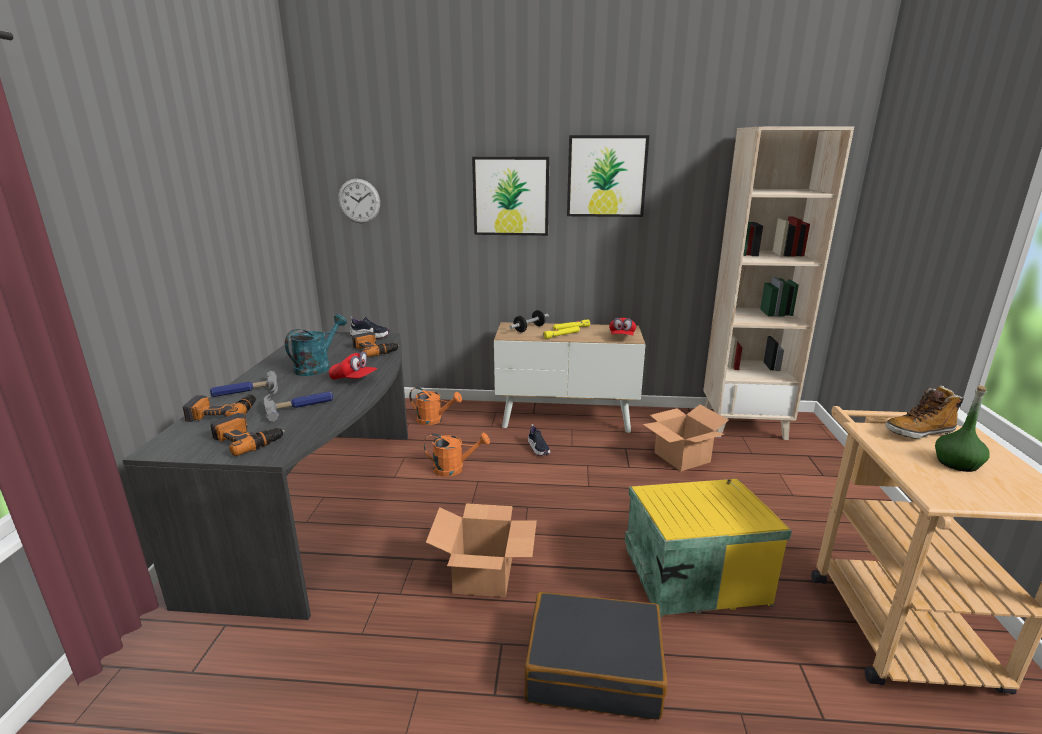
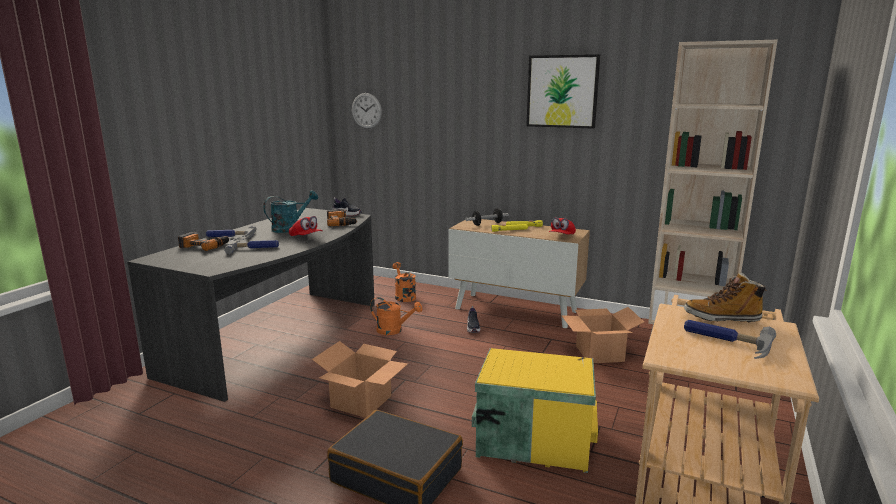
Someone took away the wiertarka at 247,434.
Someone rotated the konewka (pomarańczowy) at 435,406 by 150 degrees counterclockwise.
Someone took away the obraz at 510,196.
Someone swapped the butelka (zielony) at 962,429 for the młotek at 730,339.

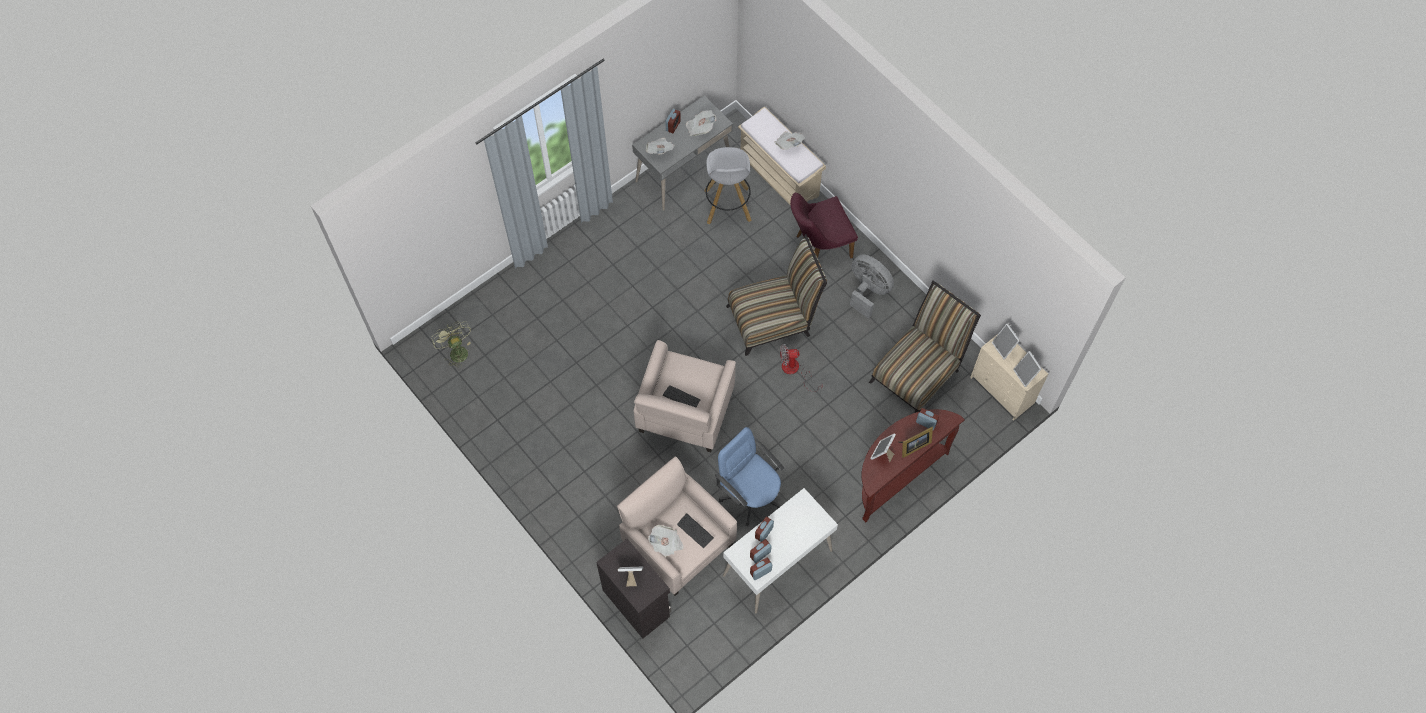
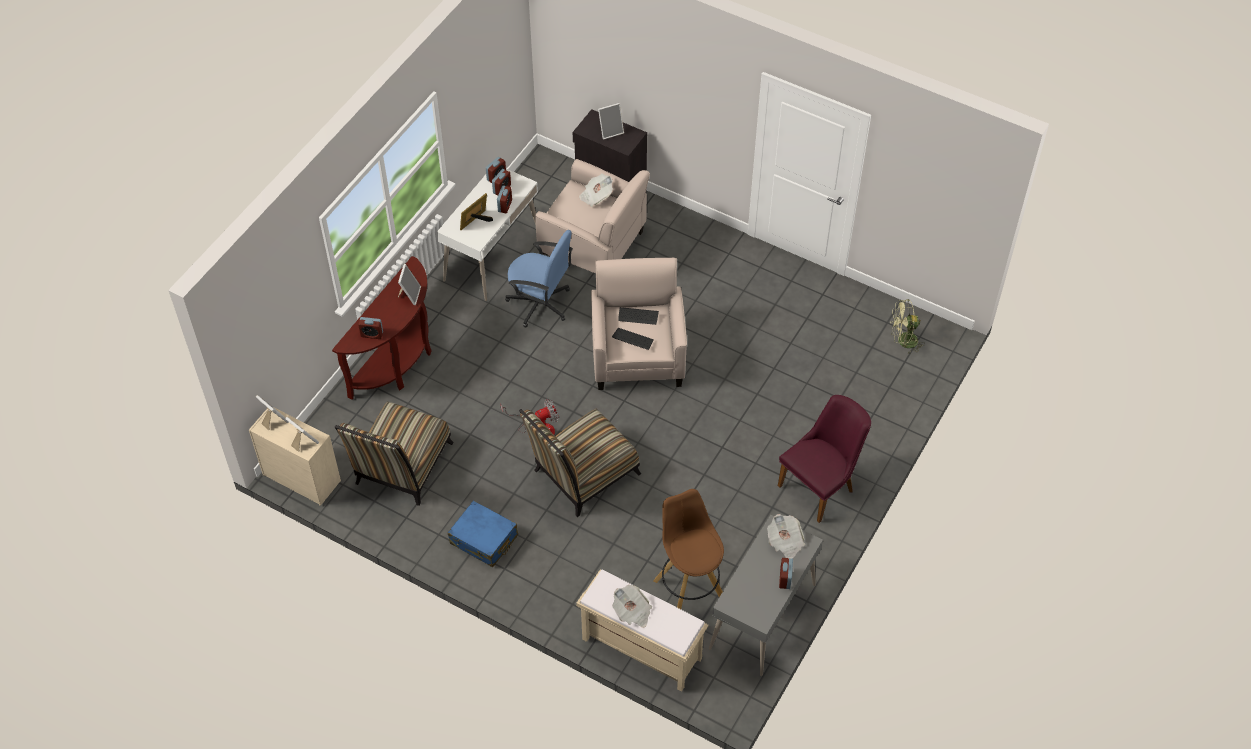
Someone rotated the wentylator (zielony) at 451,344 by 135 degrees clockwise.
Someone carried the klawiatura from 695,530 to 633,339.
Someone took away the gazeta at 701,123.
Someone repainted the stołek (biały) at 728,185, which became the stołek (brązowy) at 688,549.
Someone carried the krzesło (fioletowy) from 824,225 to 824,459.
Someone swapped the wentylator (szary) at 872,286 for the walizka (niebieski) at 483,534.
Someone carried the ramka na zdjęcie from 915,442 to 476,211.

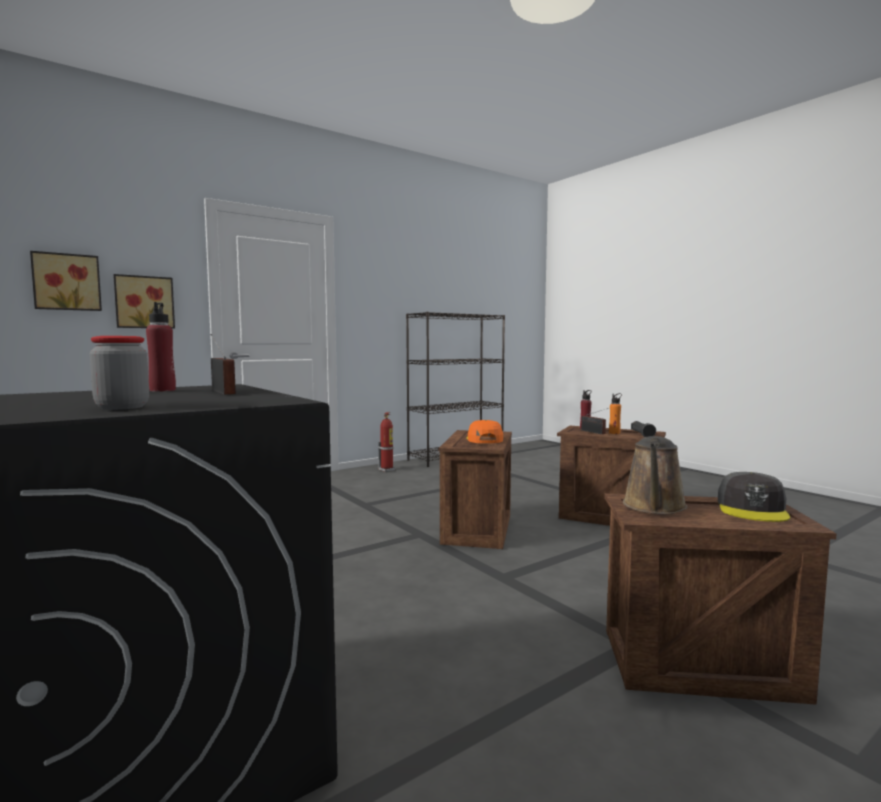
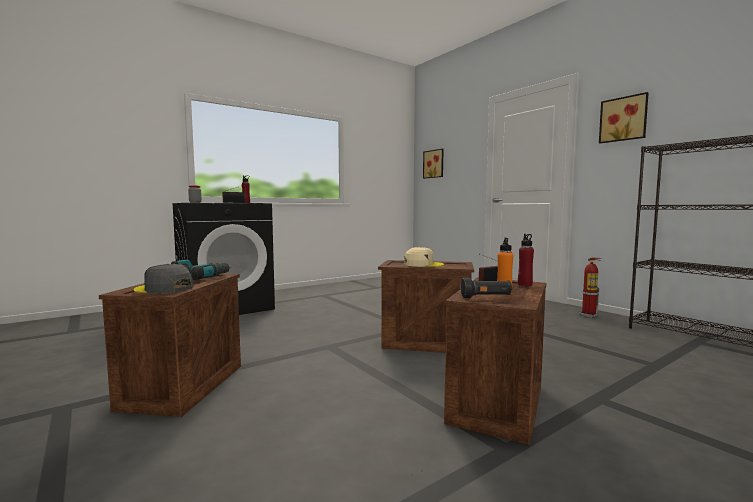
Someone carried the obraz from 144,301 to 624,117.
Someone repainted the czapka z daszkiem (pomarańczowy) at 484,431, which became the czapka z daszkiem (beżowy) at 424,257.
Someone swapped the konewka (brązowy) at 655,475 for the wiertarka at 201,270.

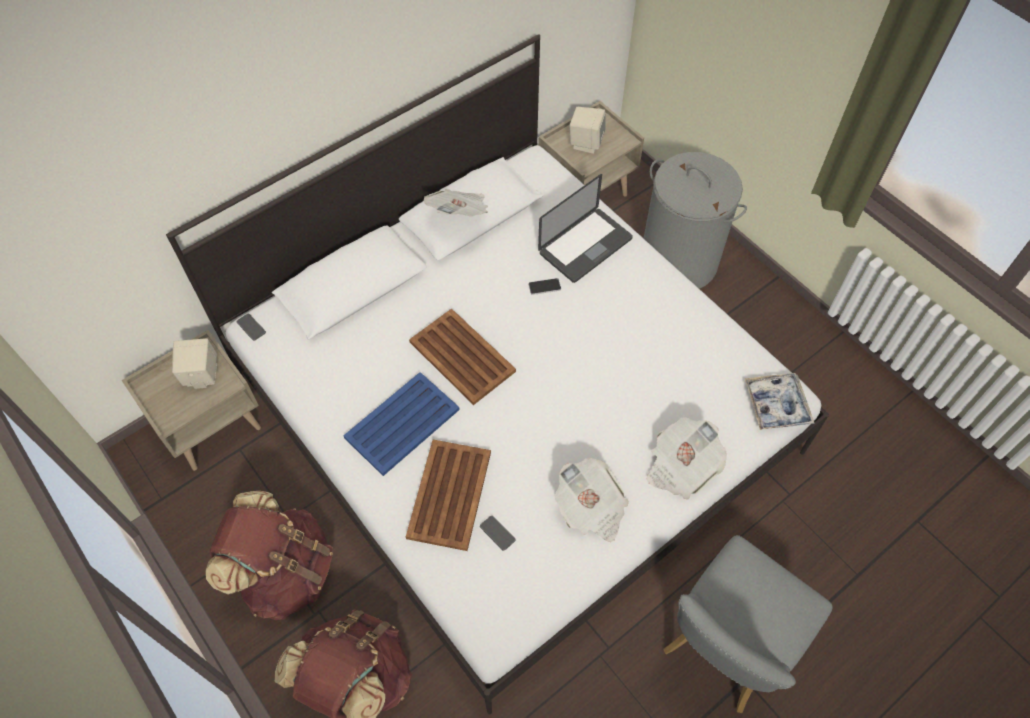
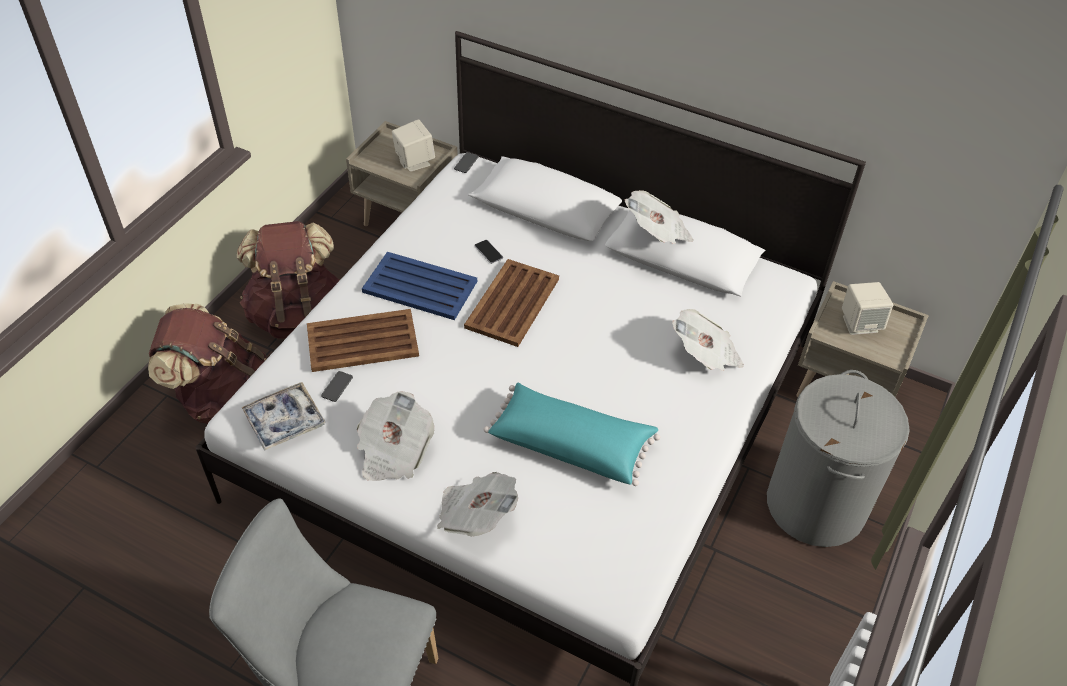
Someone carried the telefon from 545,286 to 488,252.
Someone swapped the laptop at 585,228 for the gazeta at 708,340.
Someone carried the taca from 779,401 to 283,416.
Someone put down the poduszka (turkusowy) at 572,434.

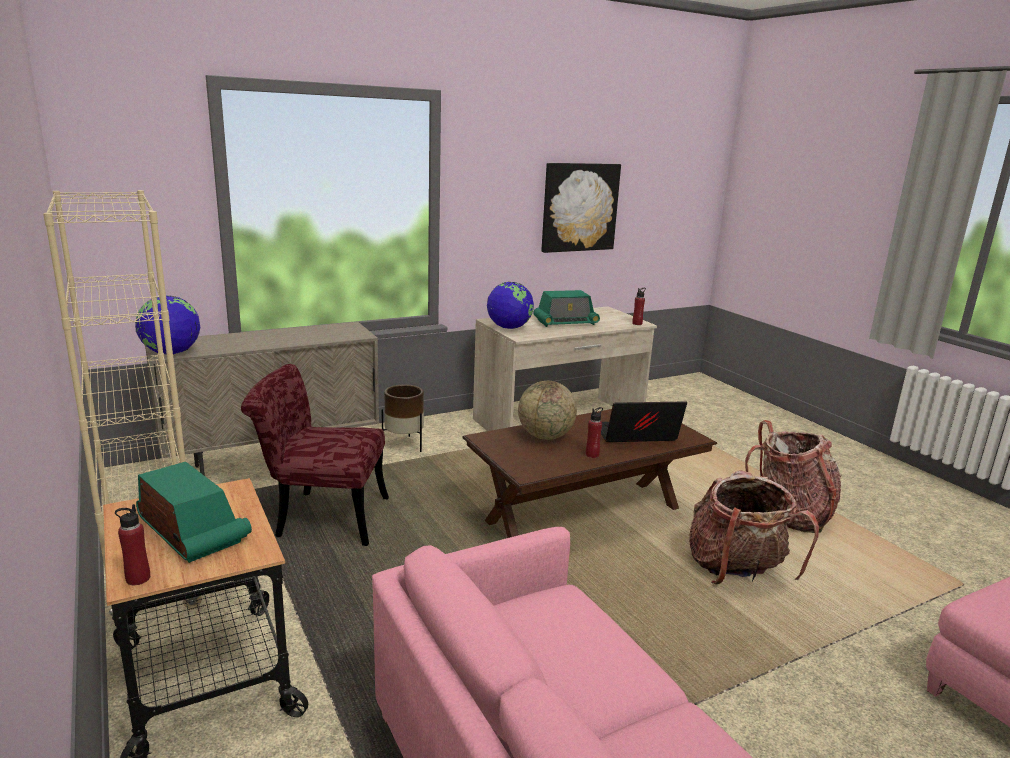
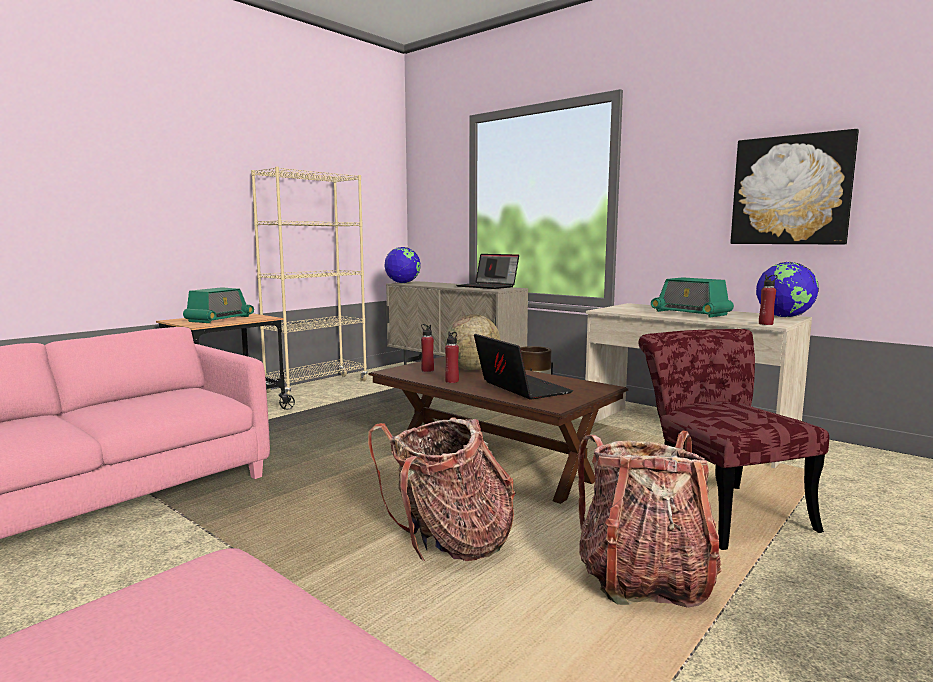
Someone carried the butelka (czerwony) from 132,544 to 427,348.
Someone carried the krzesło (czerwony) from 315,455 to 734,439.
Someone carried the globus from 510,305 to 787,289.
Someone put down the laptop at 487,271.

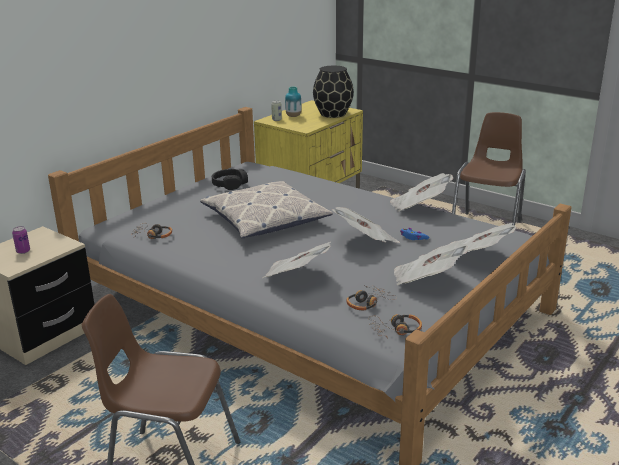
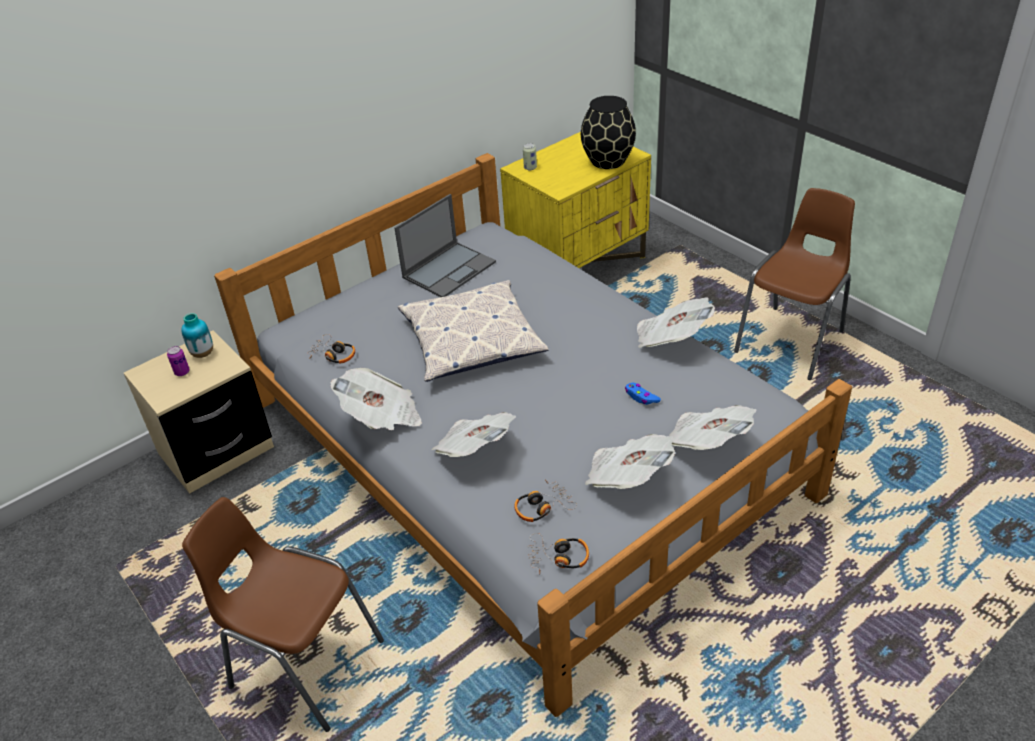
Someone swapped the słuchawki (czarny) at 230,179 for the laptop at 445,245.
Someone carried the wazon from 293,102 to 197,335.
Someone carried the gazeta from 365,225 to 376,399.

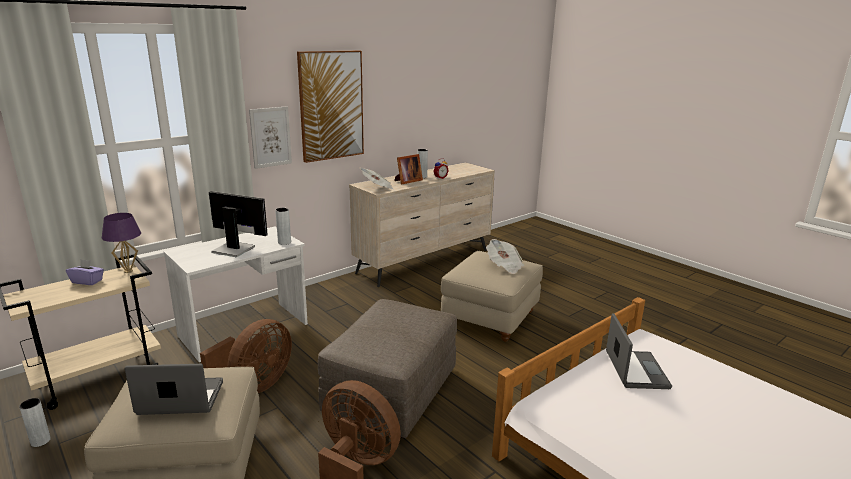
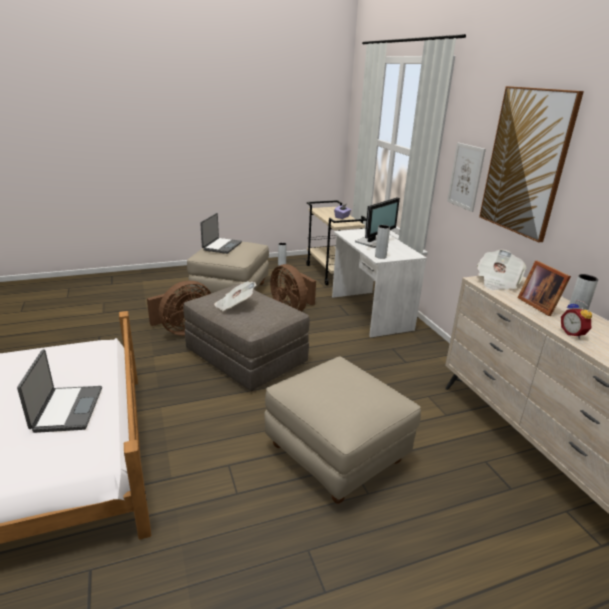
Someone took away the lampa stołowa (fioletowy) at 121,243.
Someone carried the gazeta from 505,256 to 235,296.
Someone rotated the laptop at 639,351 by 120 degrees counterclockwise.

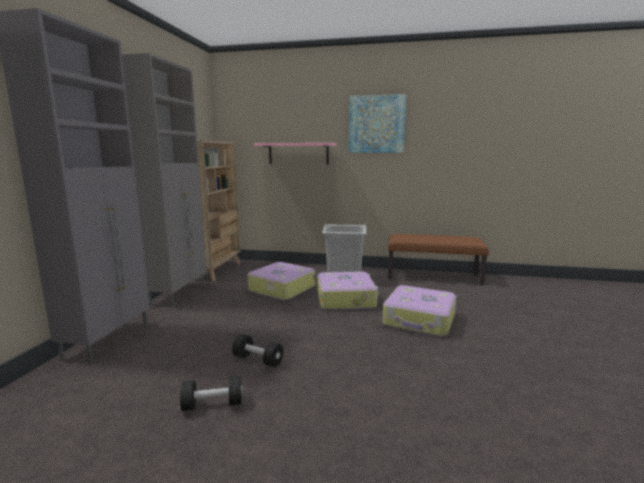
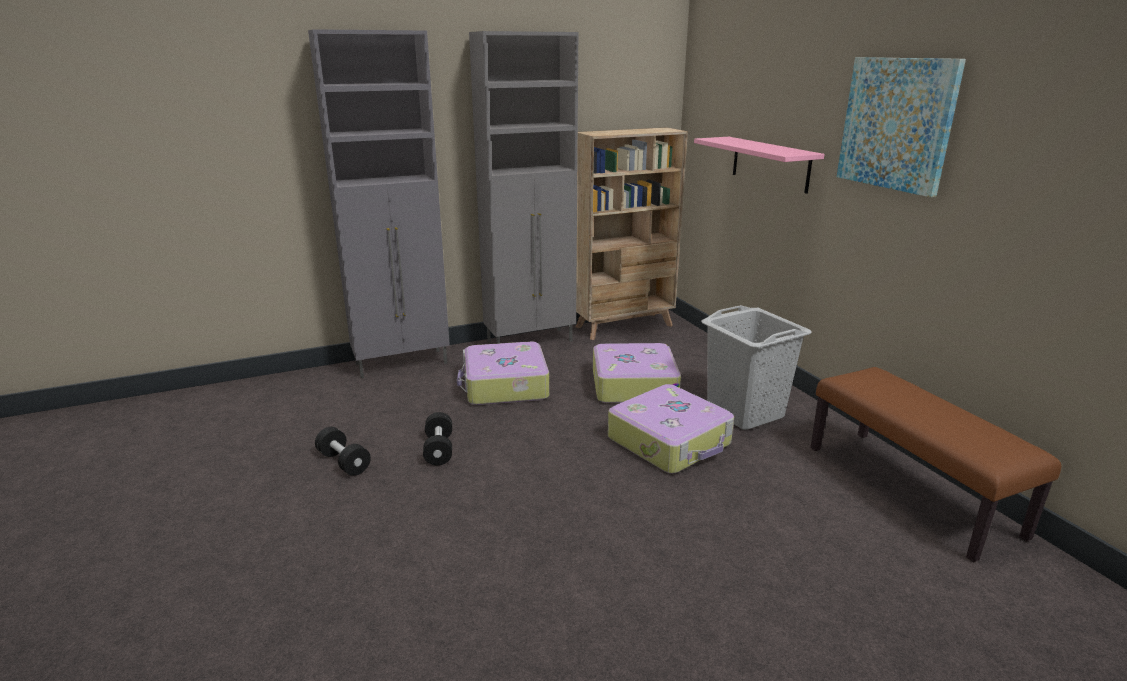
Someone carried the walizka from 419,311 to 503,373.

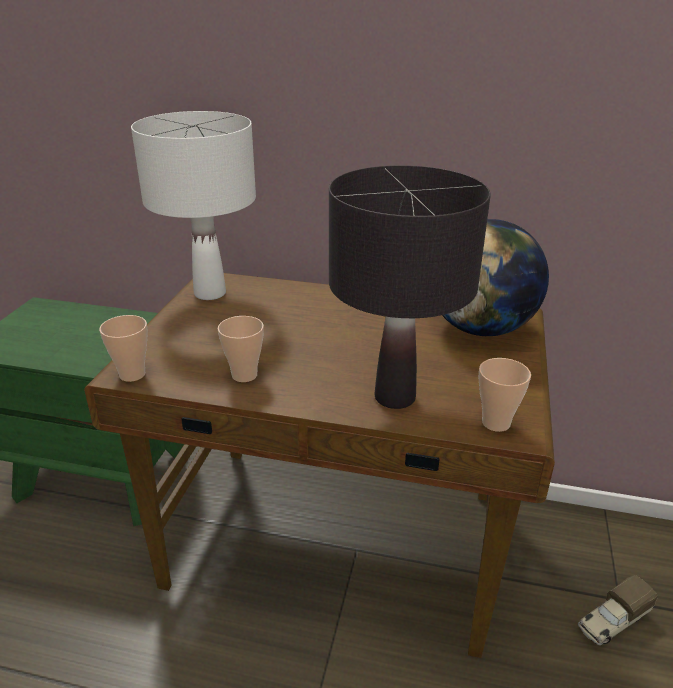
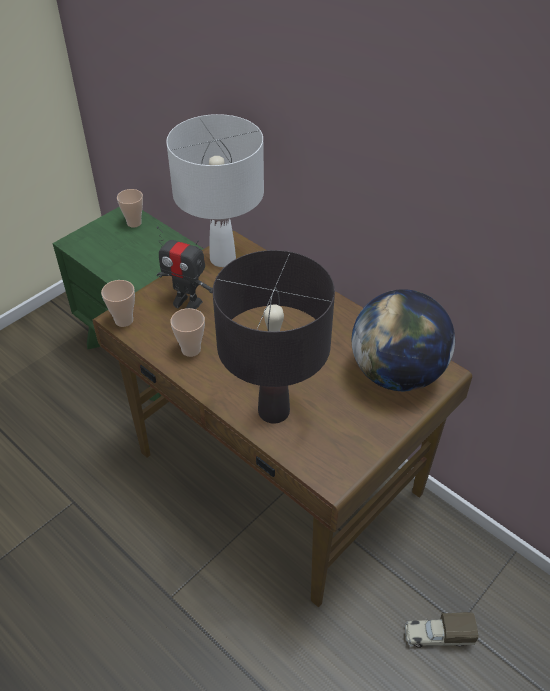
Someone carried the filiżanka from 505,395 to 130,208.
Someone put down the robot zabawkowy at 185,267.

